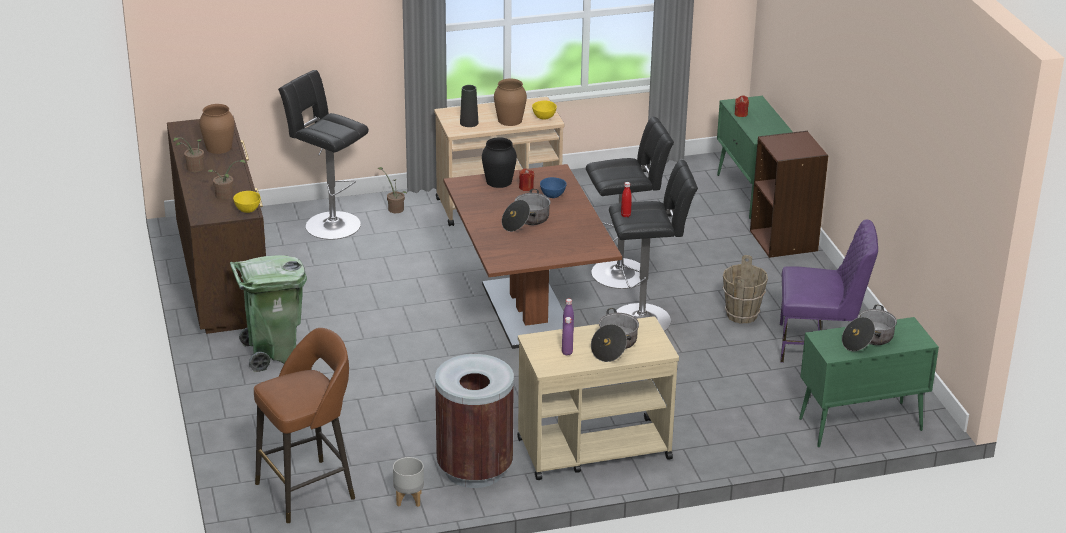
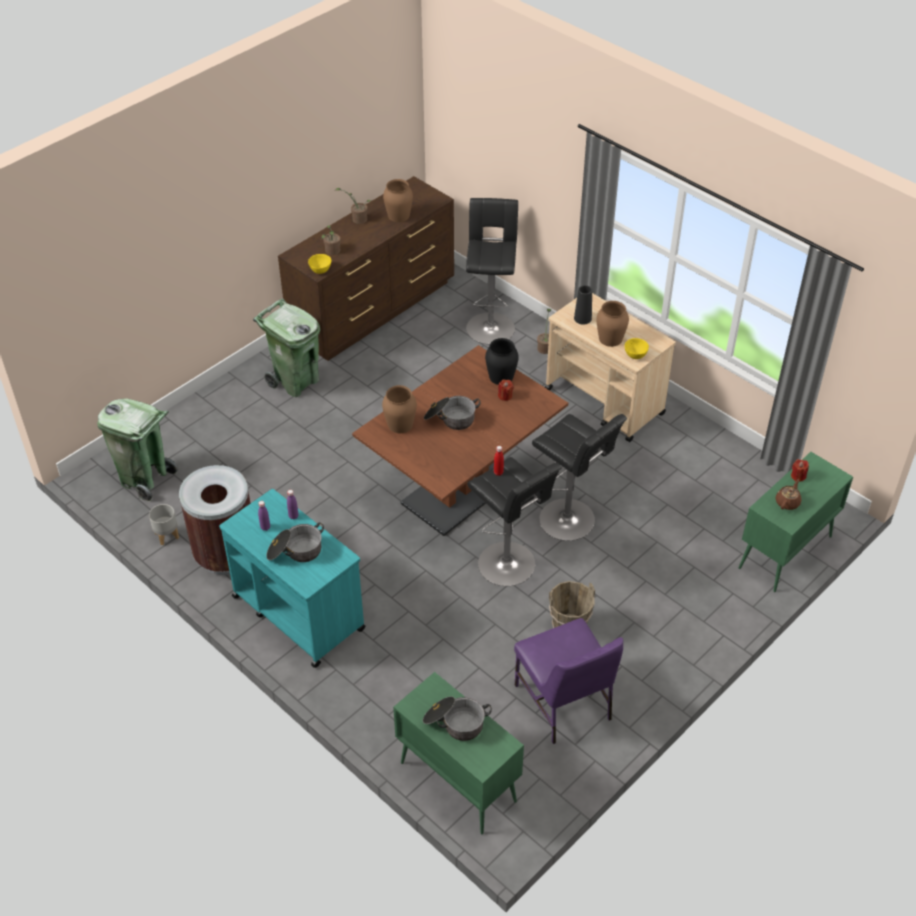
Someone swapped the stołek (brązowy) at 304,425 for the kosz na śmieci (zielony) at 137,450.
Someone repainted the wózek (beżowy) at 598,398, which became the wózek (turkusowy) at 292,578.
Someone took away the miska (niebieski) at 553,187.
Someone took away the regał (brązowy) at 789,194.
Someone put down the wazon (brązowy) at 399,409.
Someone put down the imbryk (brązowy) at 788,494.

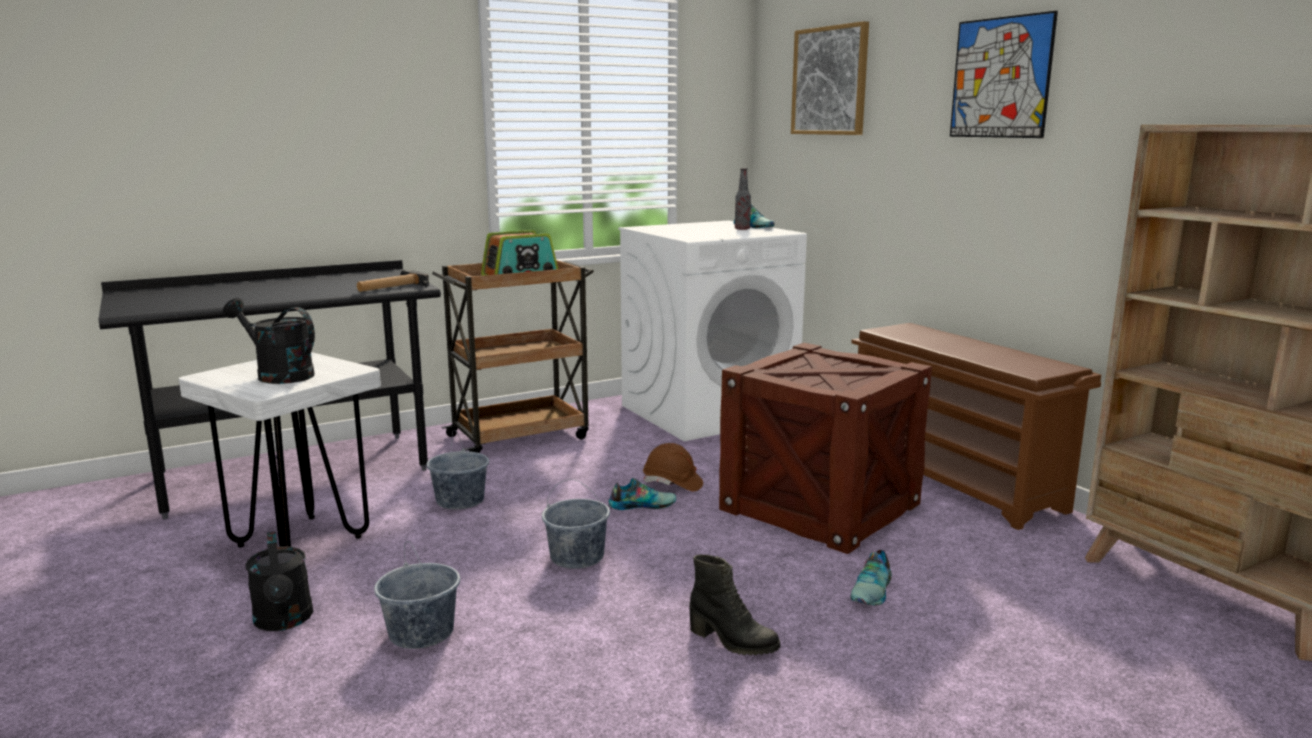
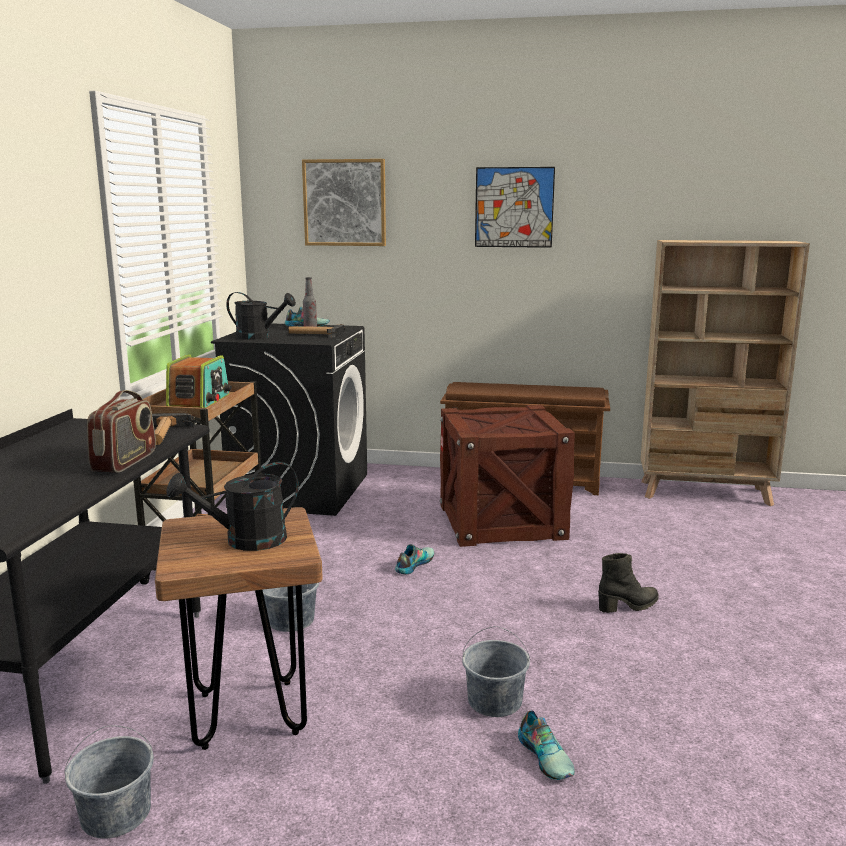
Someone repainted the stołek (biały) at 280,449, which became the stołek (brązowy) at 239,628.
Someone carried the konewka (czarny) from 279,581 to 261,316.
Someone carried the wiadro (szary) from 576,524 to 109,781.
Someone repainted the pralka (biały) at 712,330, which became the pralka (czarny) at 289,419.
Someone took away the kask (brązowy) at 673,467.
Someone carried the but from 871,577 to 546,745.
Someone put down the radio at 121,431.
Someone put down the młotek at 317,331.

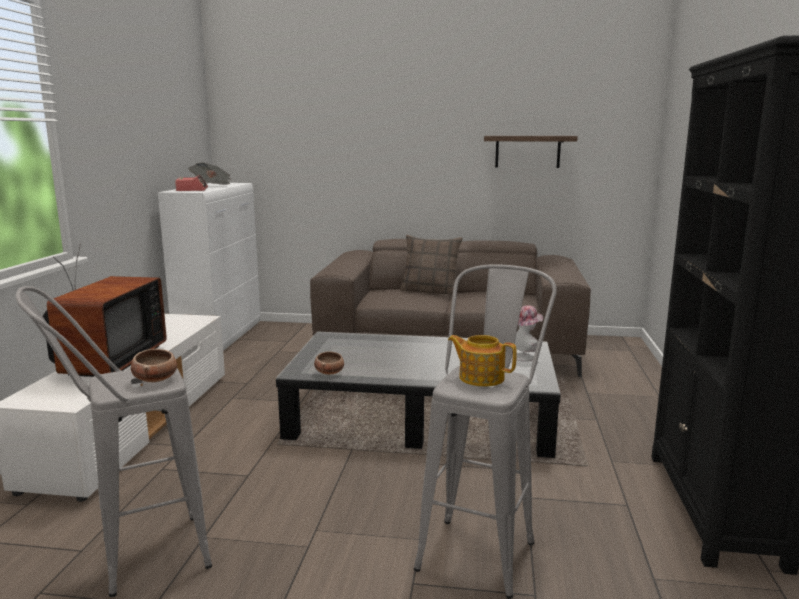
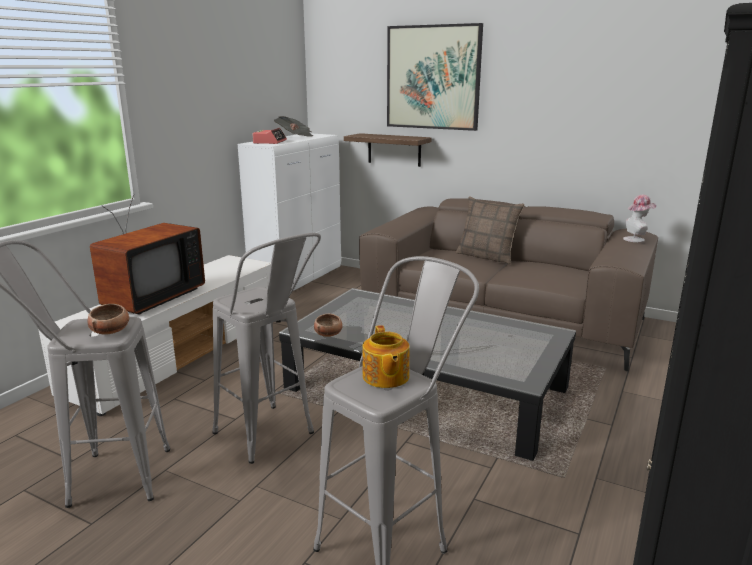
Someone rotated the imbryk at 482,361 by 150 degrees counterclockwise.
Someone carried the półka from 531,152 to 387,150.
Someone carried the kapelusz from 527,333 to 639,218.
Someone put down the stołek (szary) at 266,348.
Someone put up the obraz at 435,77.

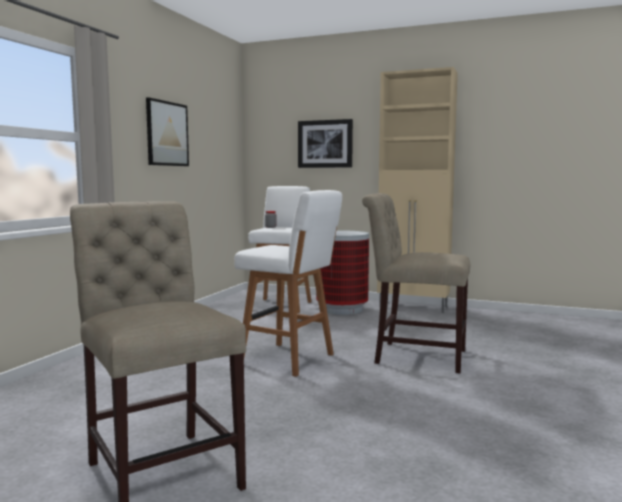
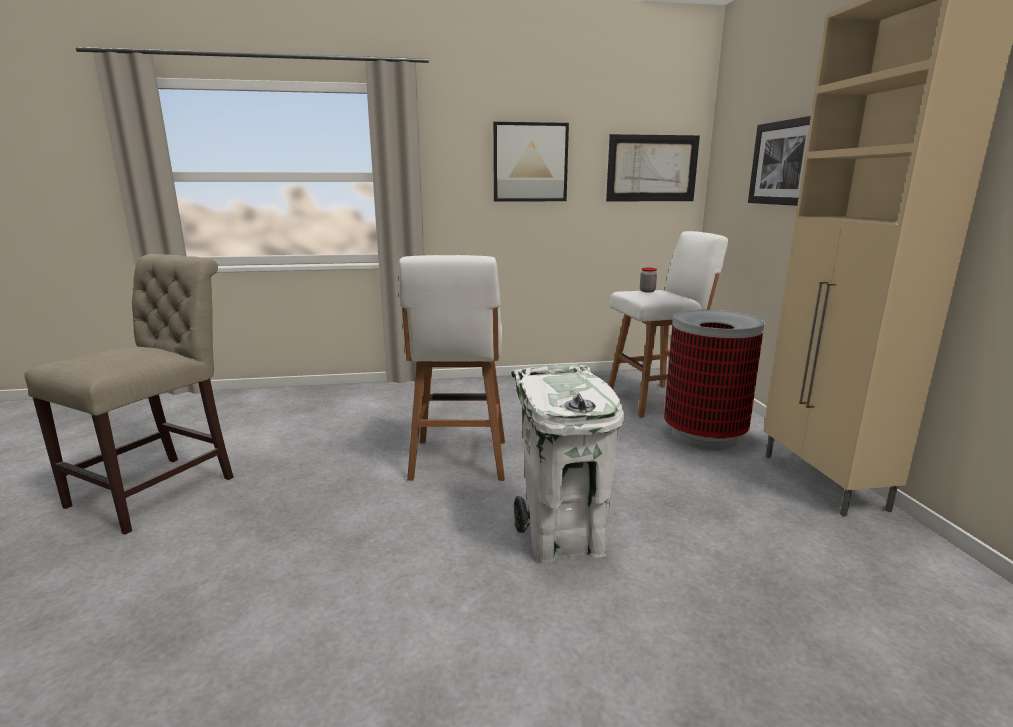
Someone swapped the krzesło (beżowy) at 416,283 for the kosz na śmieci (biały) at 567,463.
Someone put up the obraz at 653,168.

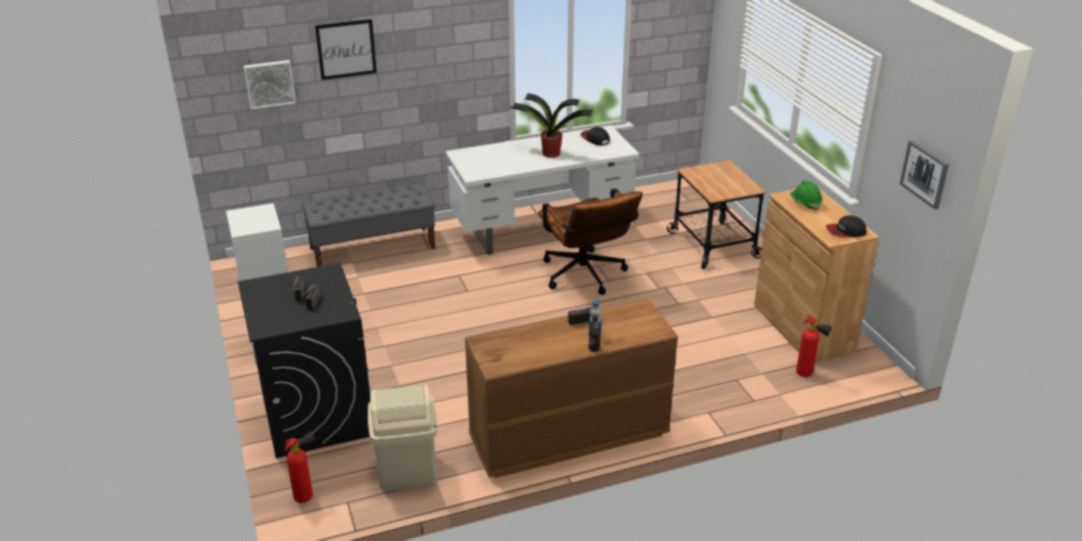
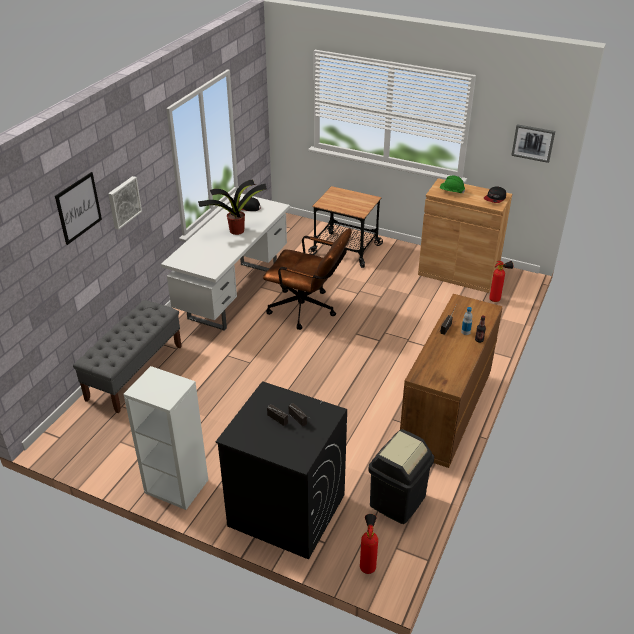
Someone carried the obraz from 269,85 to 125,203.
Someone repainted the kosz na śmieci (beżowy) at 402,437, which became the kosz na śmieci (czarny) at 401,476.

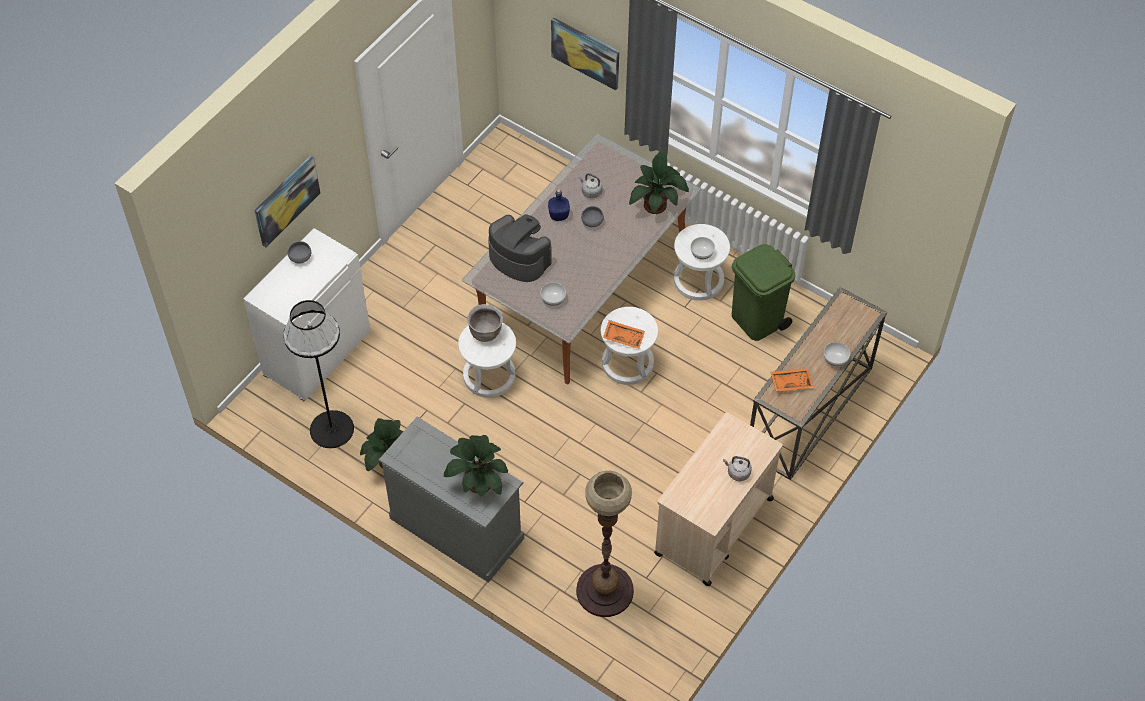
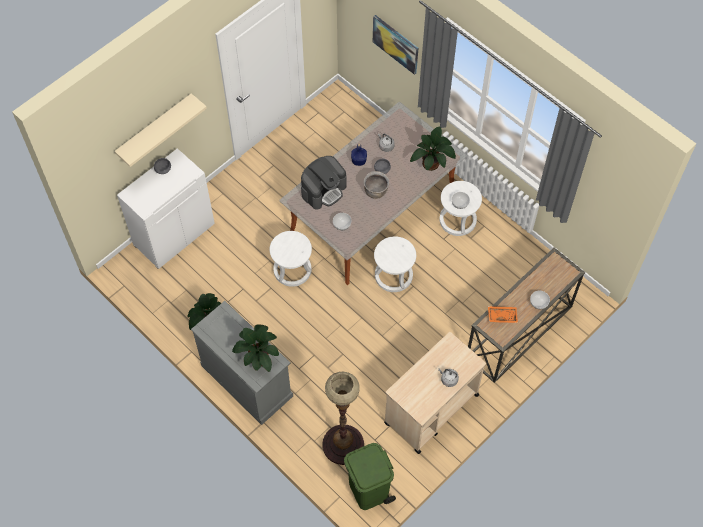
Someone swapped the obraz at 287,201 for the półka (beżowy) at 161,130.
Someone took away the lampa stojąca (czarny) at 318,374.
Someone carried the garnek (brązowy) from 485,323 to 376,185.
Someone rotated the ekspres do kawy at 520,248 by 90 degrees clockwise.
Someone took away the taca (pomarańczowy) at 624,334.
Someone carried the kosz na śmieci (zielony) from 763,292 to 370,476.

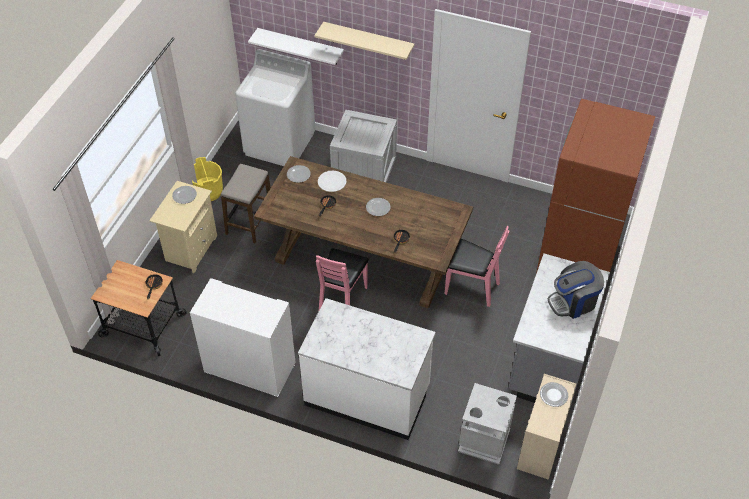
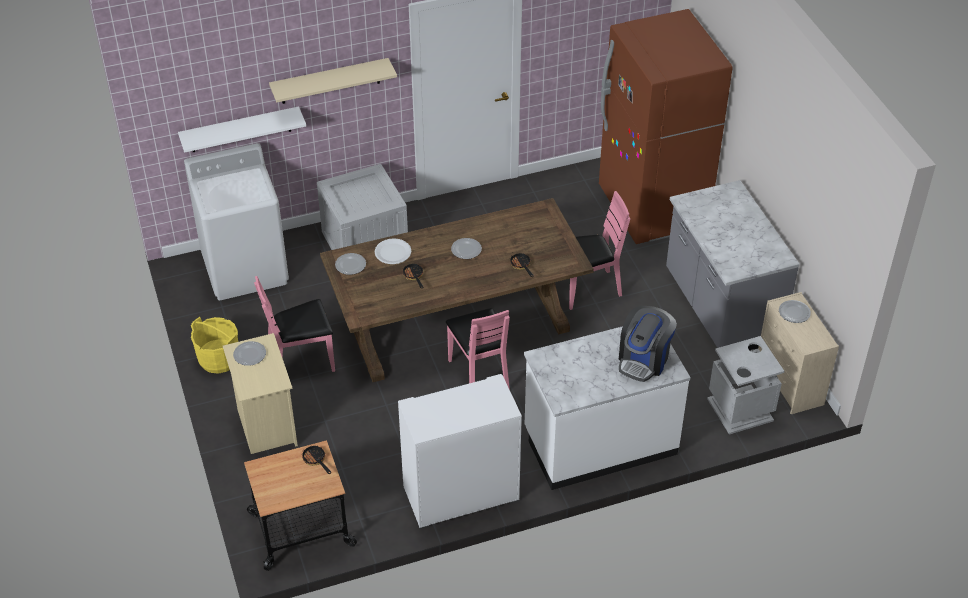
Someone swapped the stołek at 246,203 for the krzesło (różowy) at 294,324.
Someone carried the ekspres do kawy from 576,290 to 648,344.

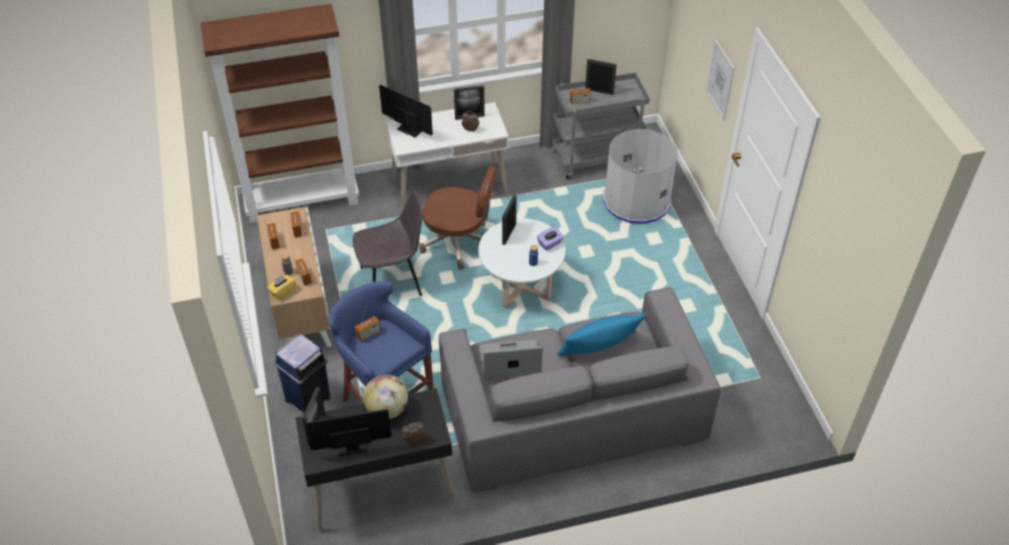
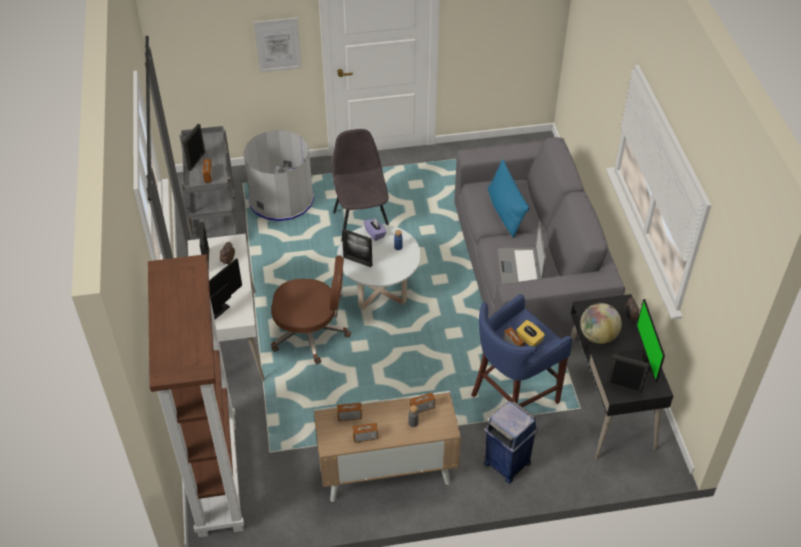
Someone carried the pudełko chusteczek (żółty) from 281,287 to 530,333.
Someone carried the krzesło (szary) from 388,243 to 360,185.
Someone rotated the krzesło biurowe (brązowy) at 458,217 by 75 degrees clockwise.

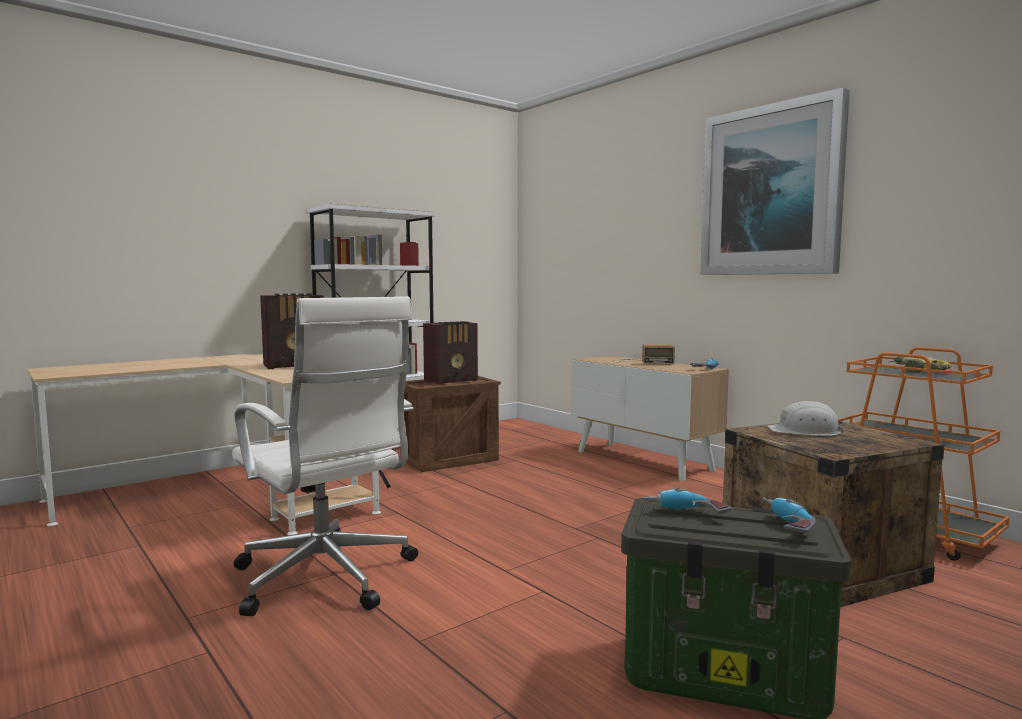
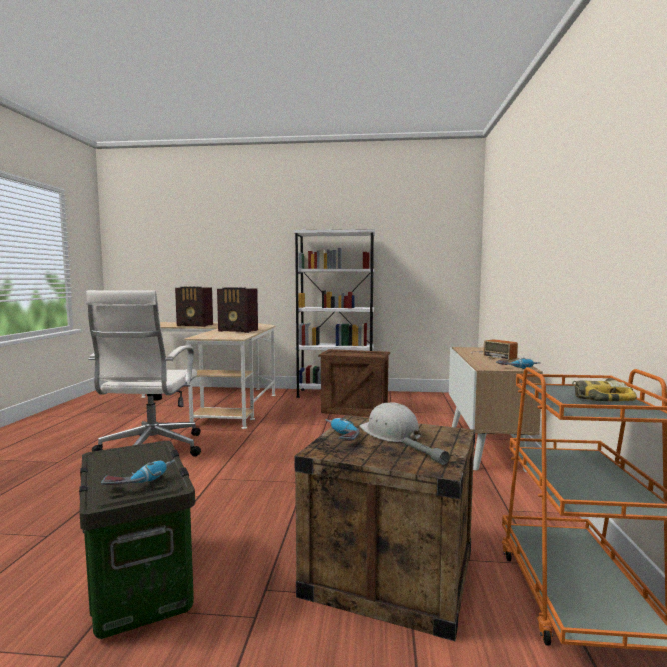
Someone carried the radio from 450,353 to 194,307.
Someone carried the wiertarka from 686,501 to 343,429.
Someone took away the obraz at 775,181.
Someone put down the latarka (szary) at 426,451.

